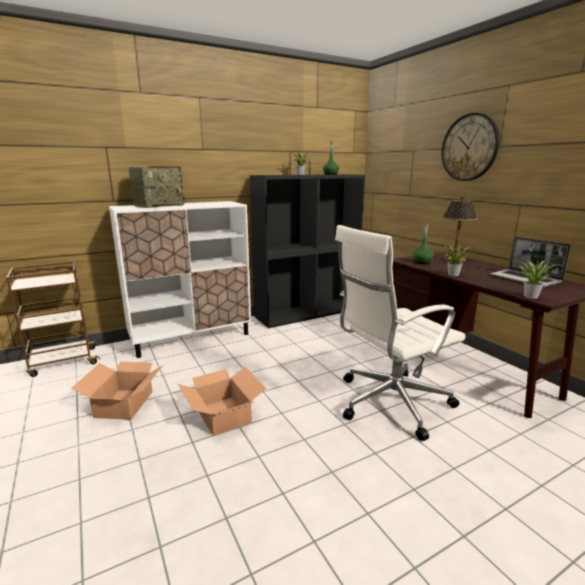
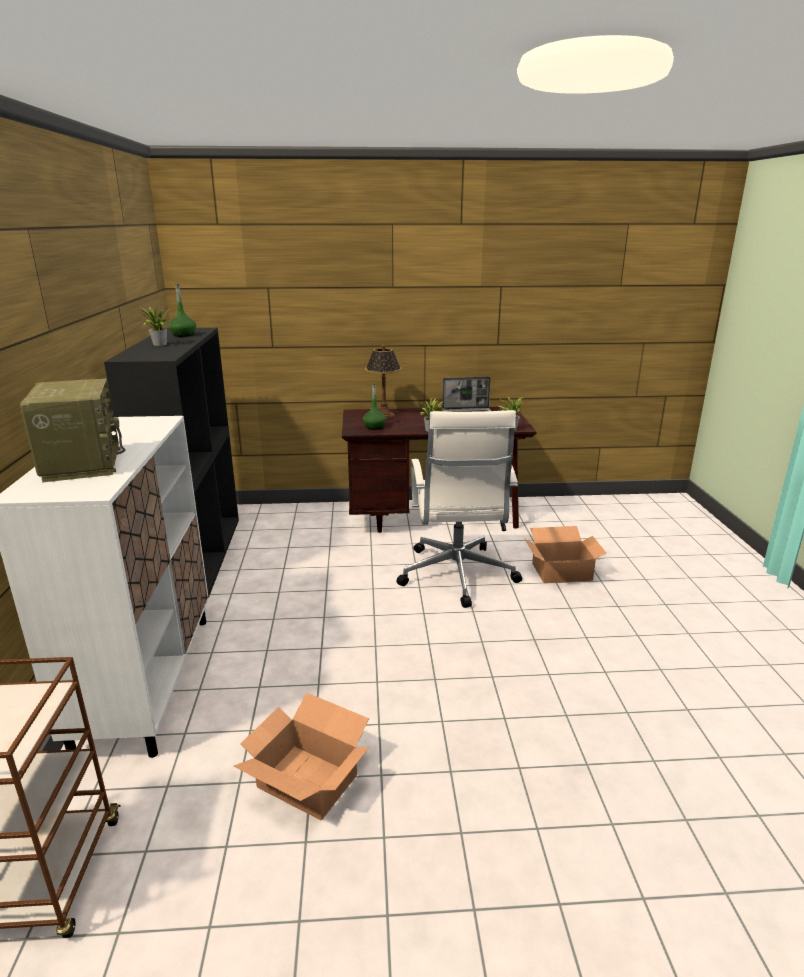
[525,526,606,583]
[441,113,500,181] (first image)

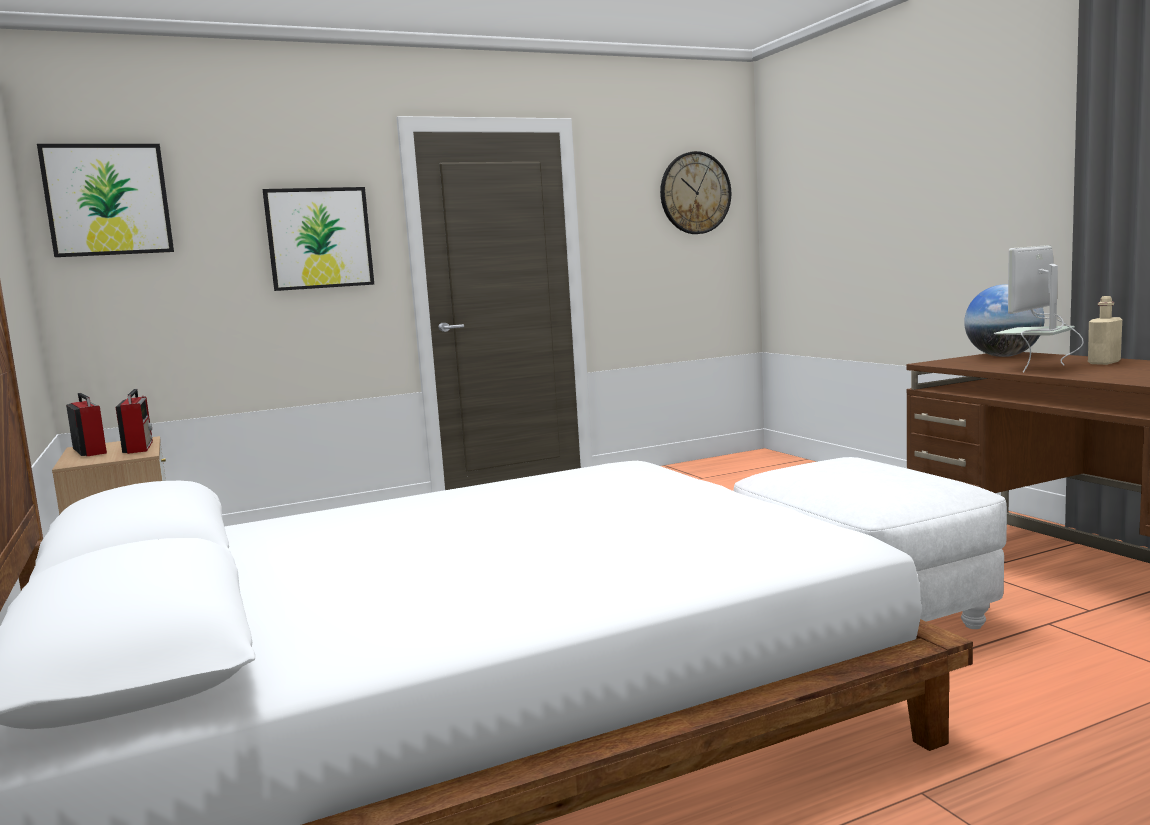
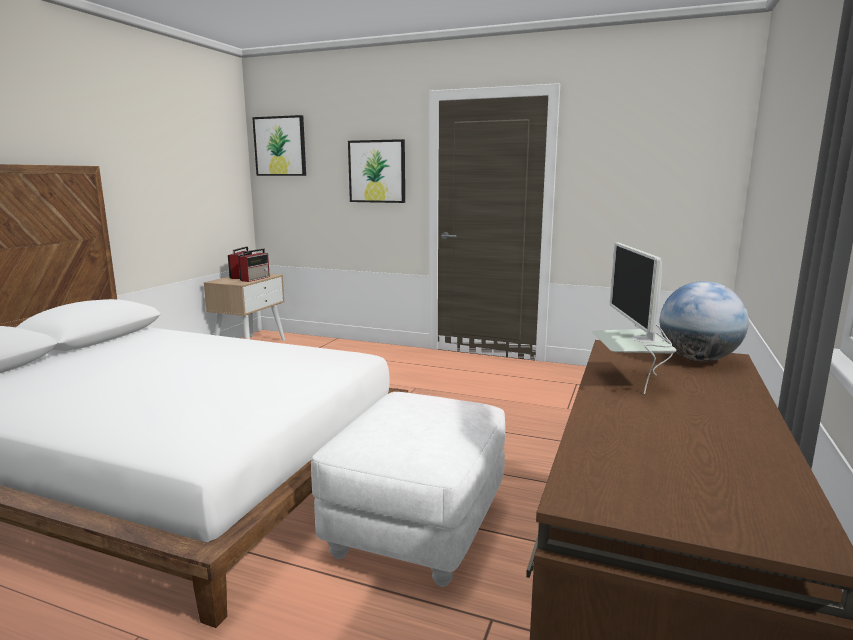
[592,243,677,394]
[660,151,731,234] (first image)
[1088,296,1122,365] (first image)

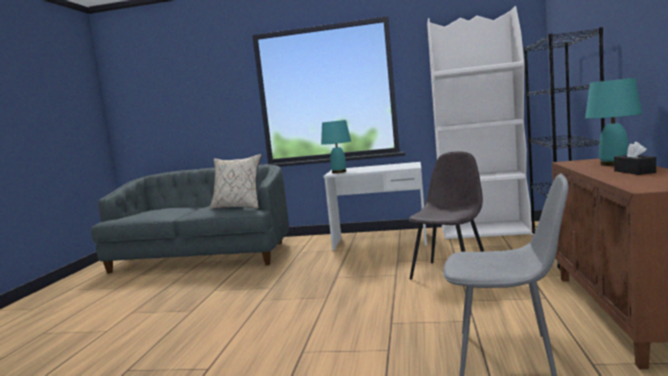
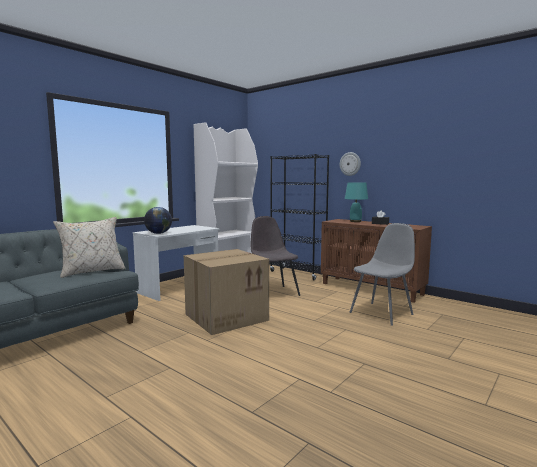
[144,207,172,234]
[184,249,269,335]
[340,152,361,176]

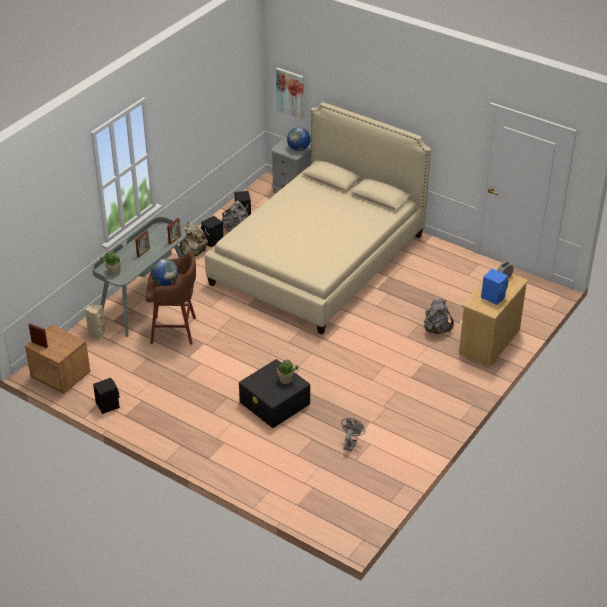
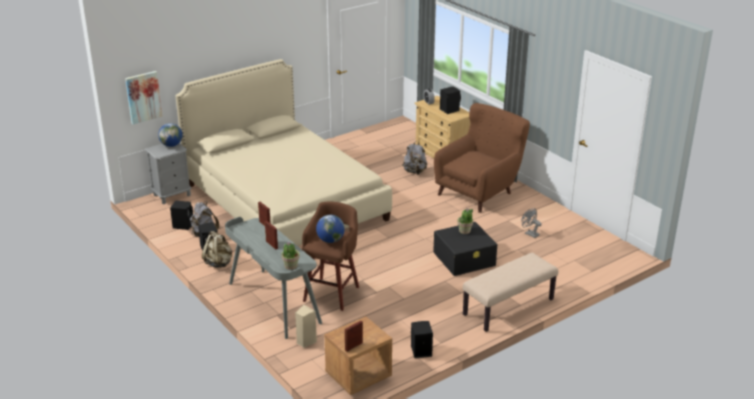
[434,103,530,213]
[440,86,461,114]
[462,253,558,332]

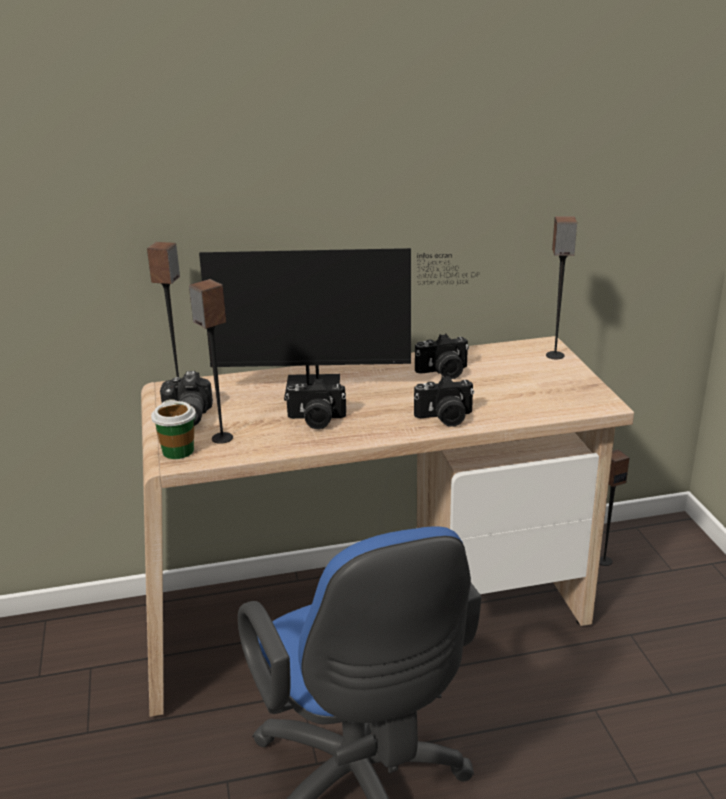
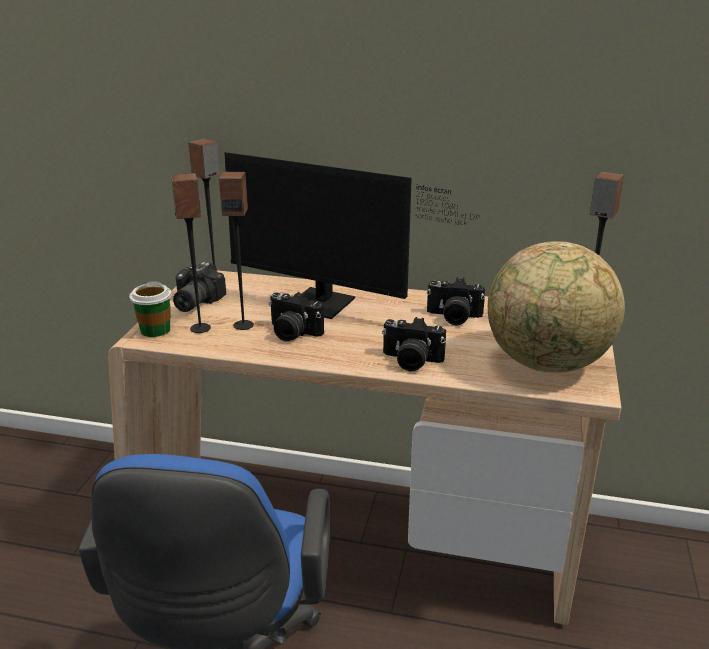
[219,172,254,330]
[488,241,625,373]

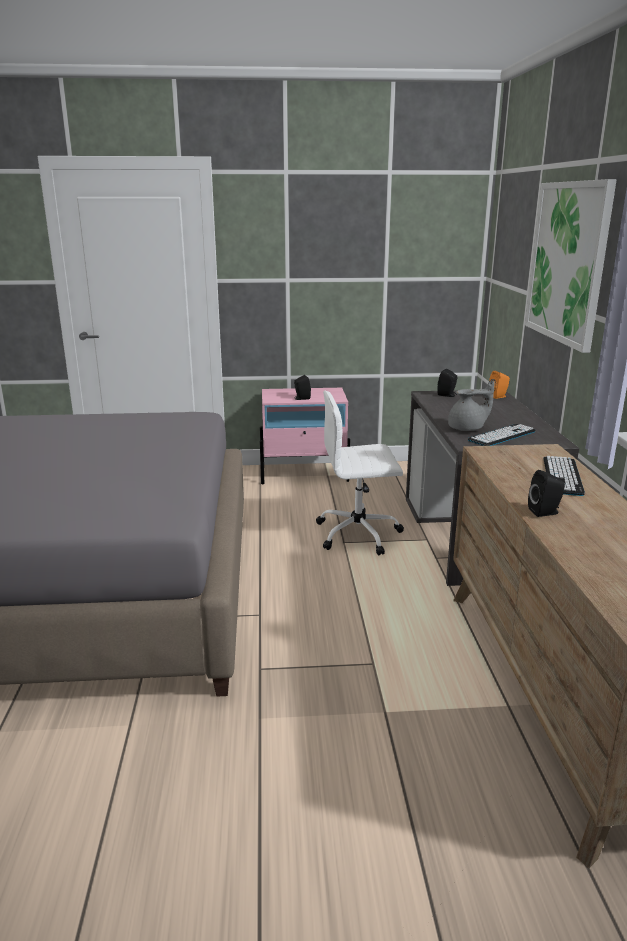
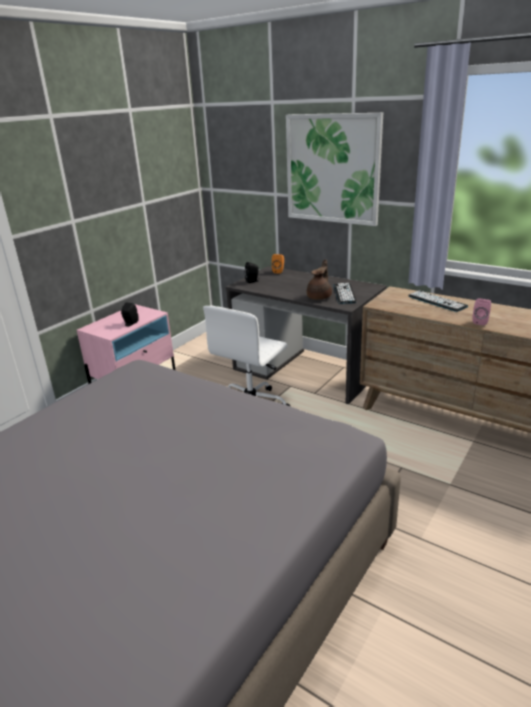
[307,259,332,300]
[472,299,491,326]

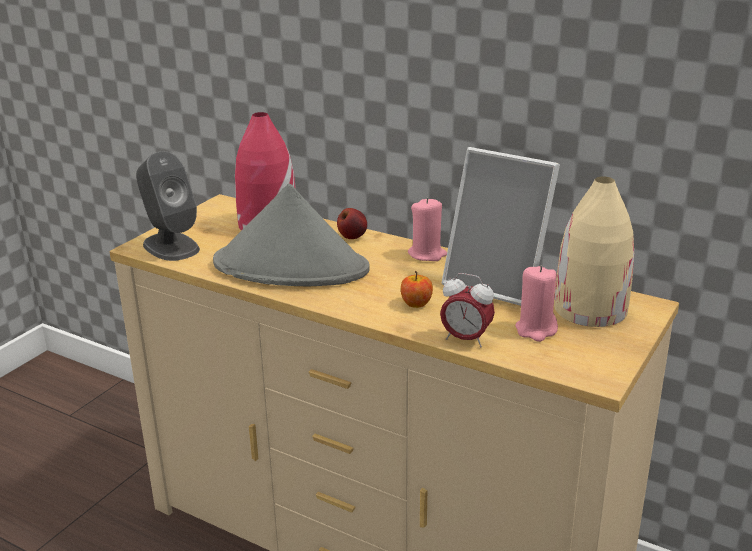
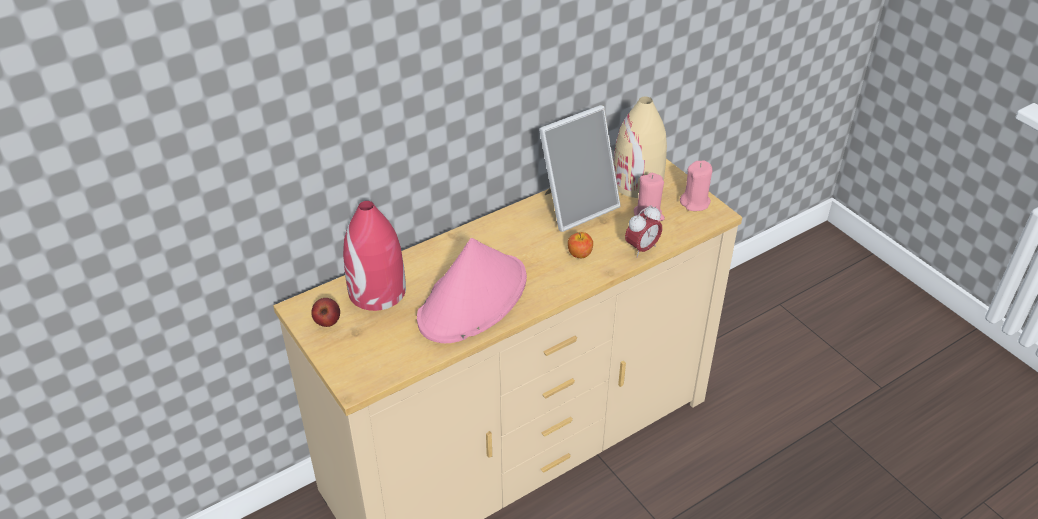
[311,298,340,327]
[417,238,527,343]
[680,160,712,211]
[136,151,200,261] (first image)

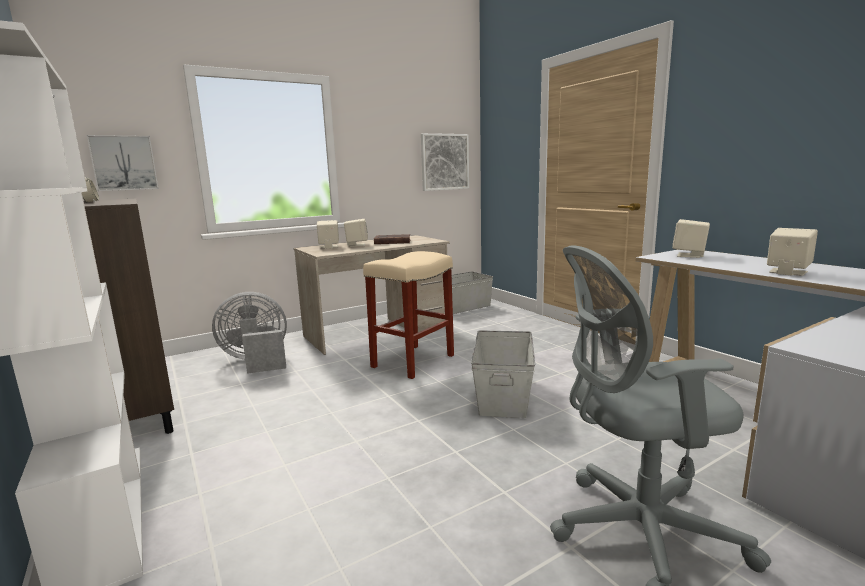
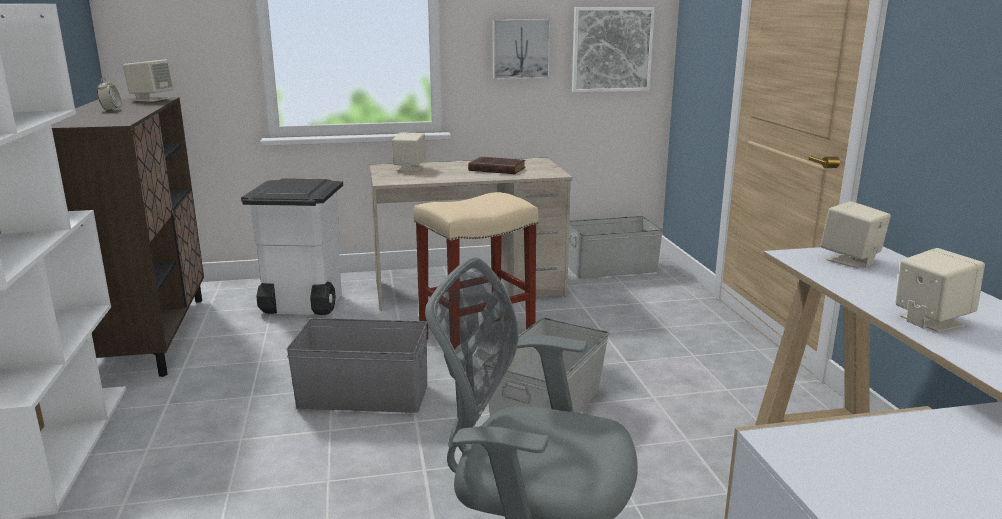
[123,60,173,102]
[241,178,343,315]
[286,318,427,413]
[492,19,551,80]

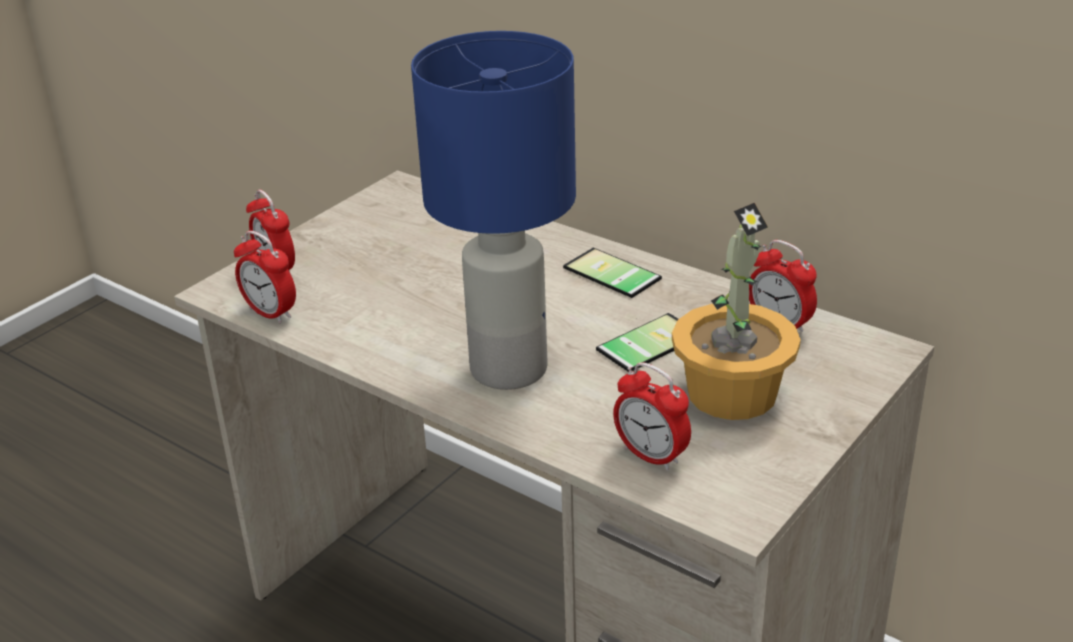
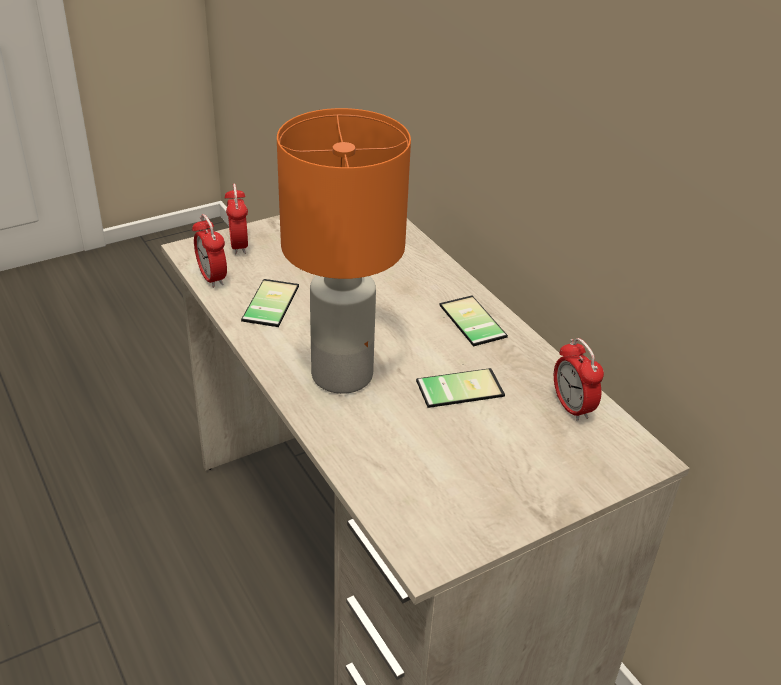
[241,279,299,327]
[277,108,411,394]
[613,362,691,471] (first image)
[672,203,801,420] (first image)

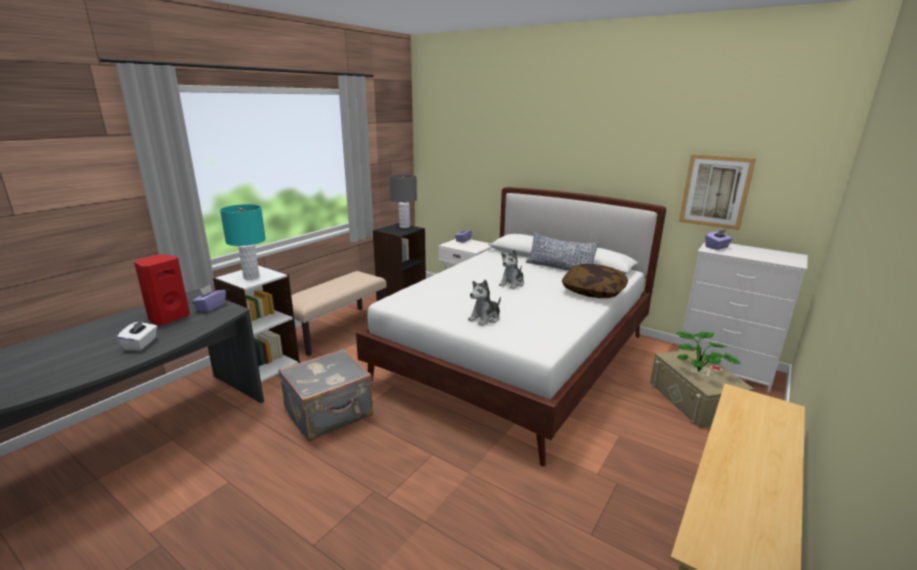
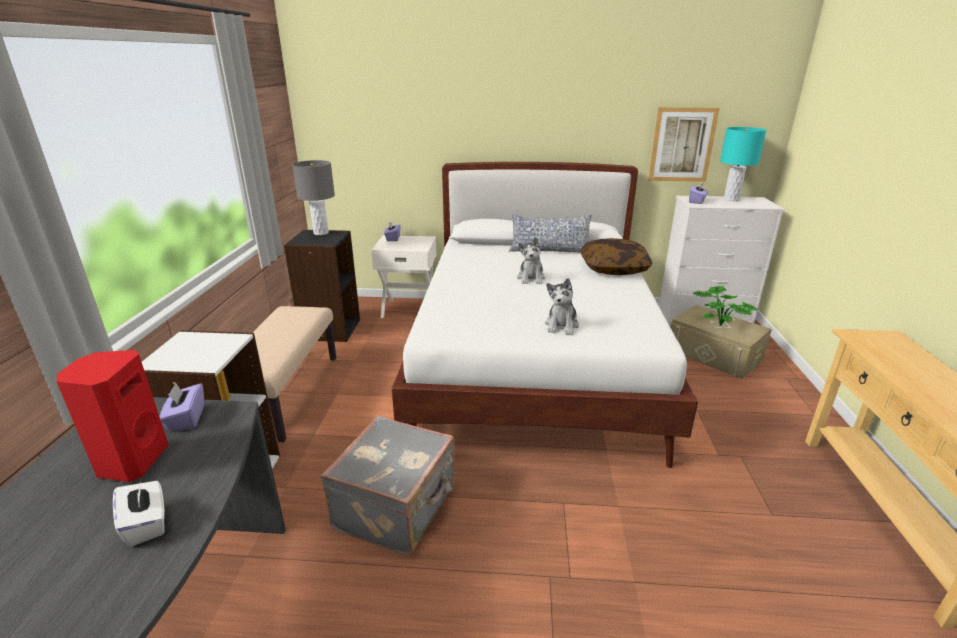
[720,127,766,201]

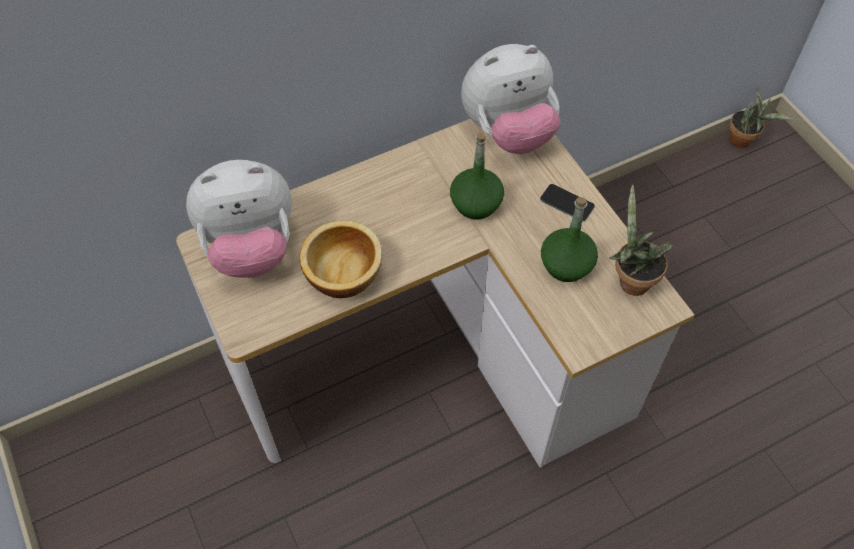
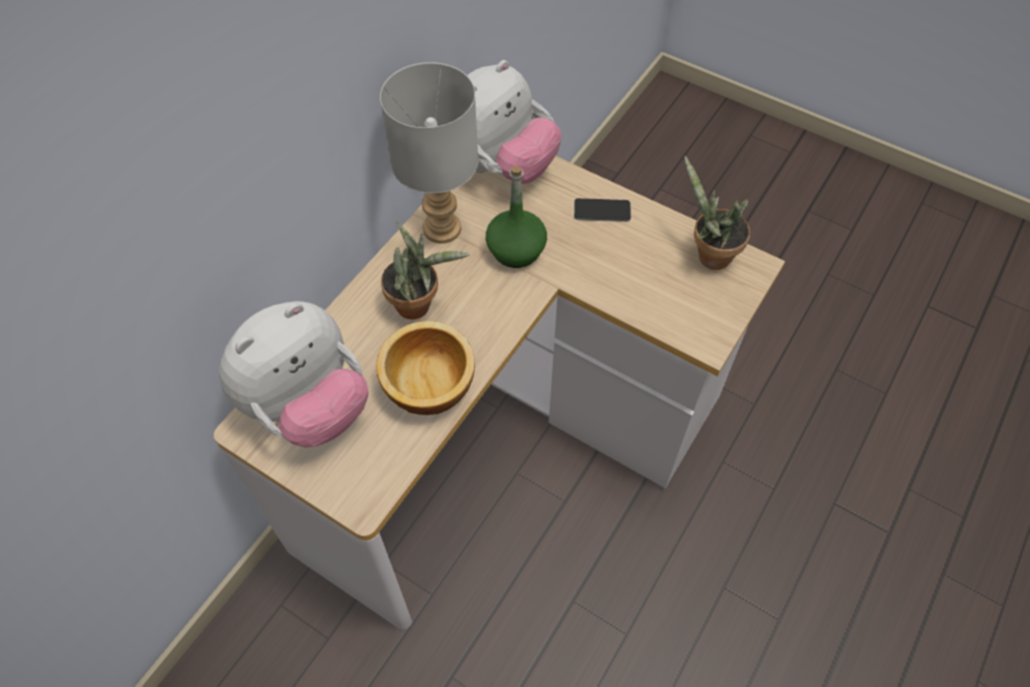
[380,62,478,244]
[381,222,470,319]
[541,197,598,282] (first image)

